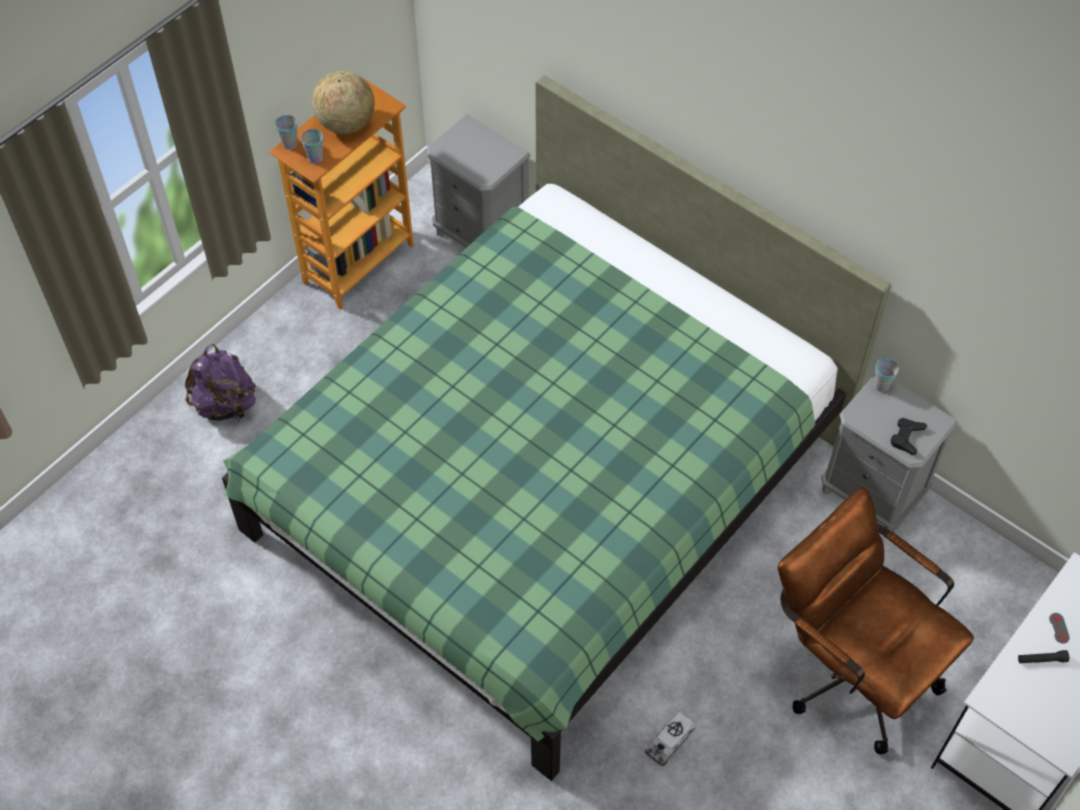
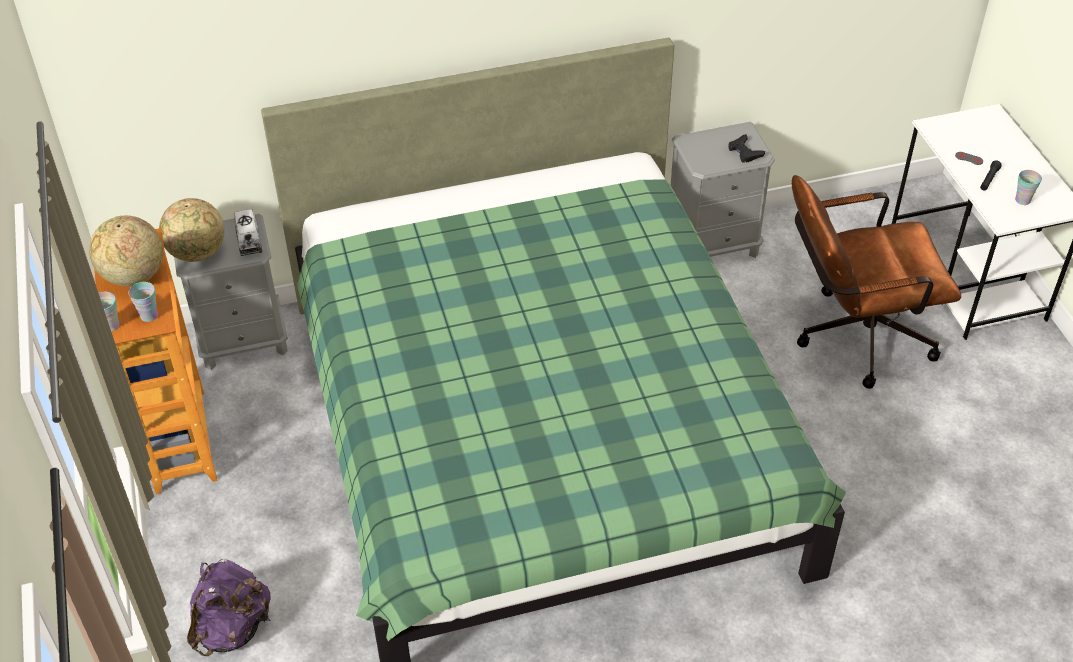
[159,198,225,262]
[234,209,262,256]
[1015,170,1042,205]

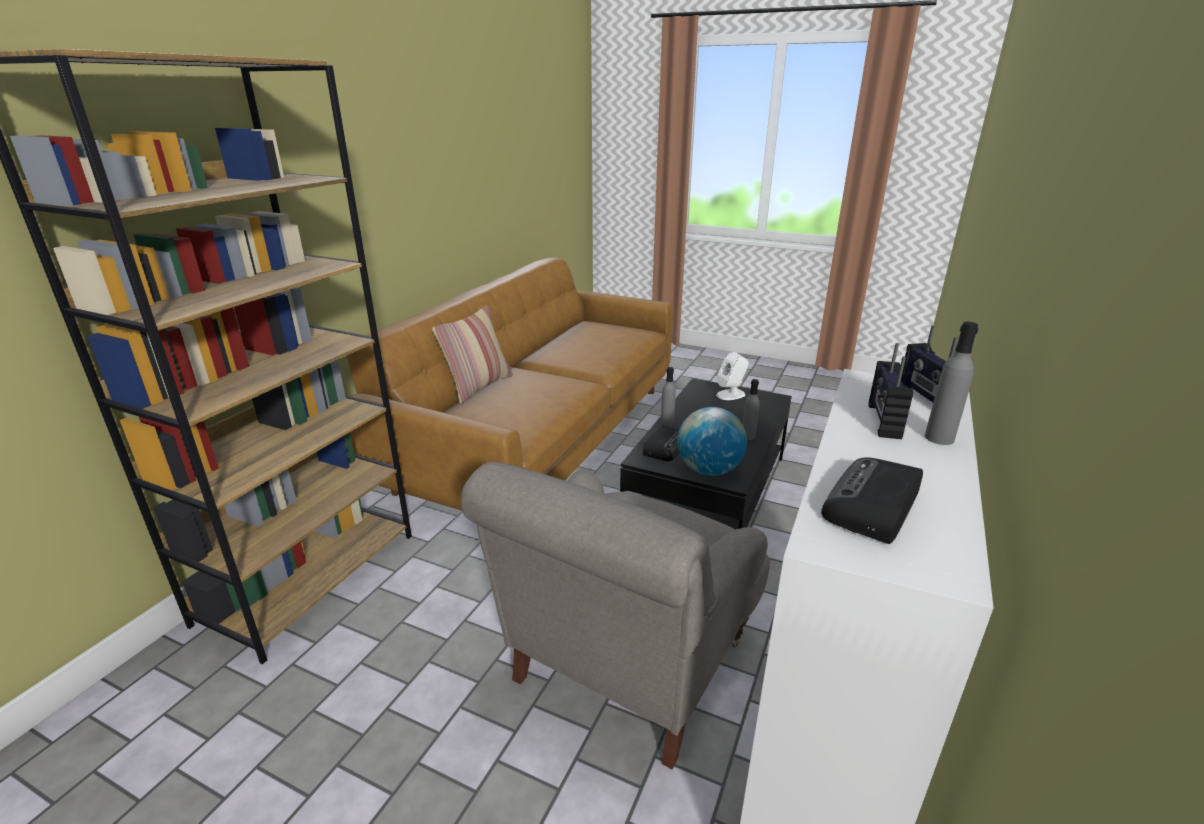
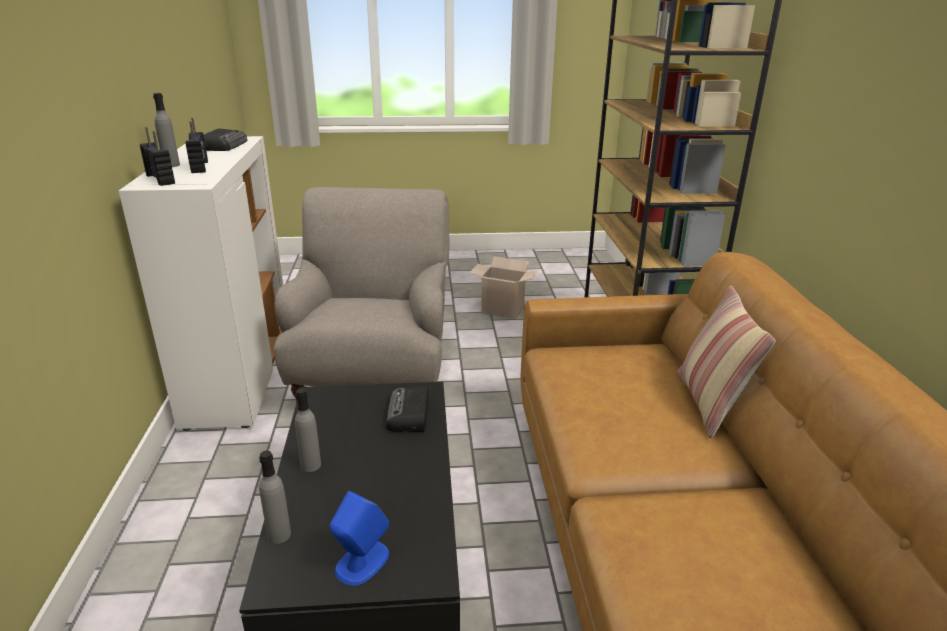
[259,451,291,544]
[330,491,389,586]
[469,257,538,319]
[678,407,747,476] (first image)

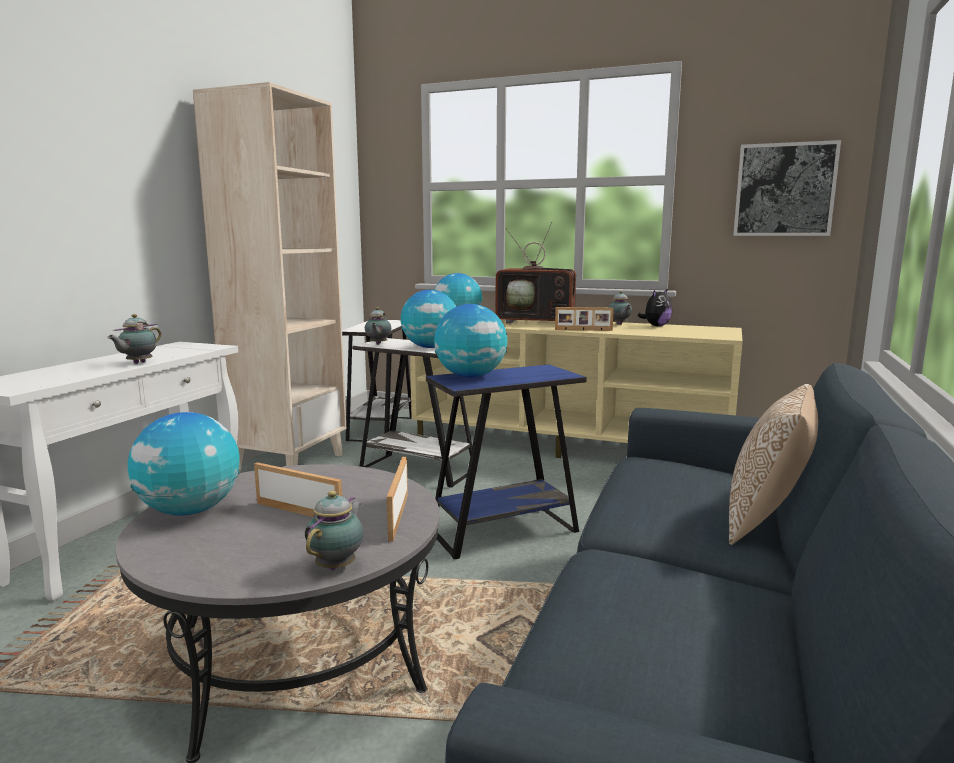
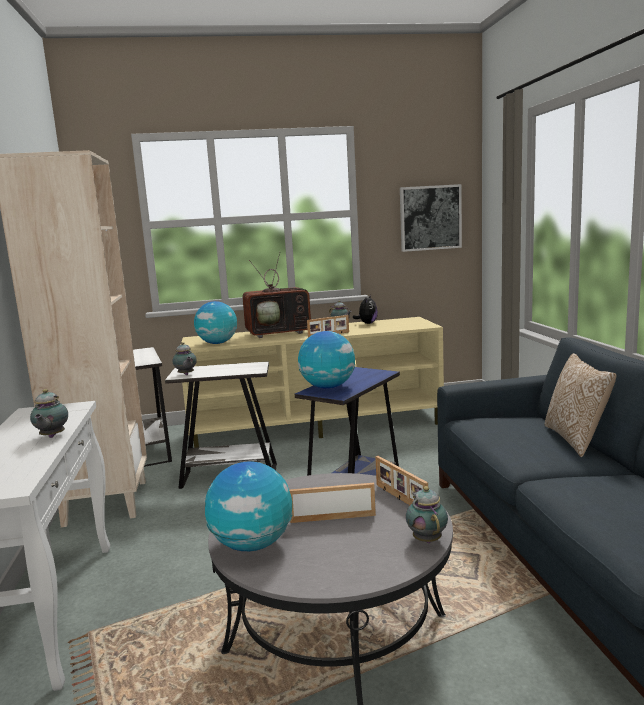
[401,290,456,348] (first image)

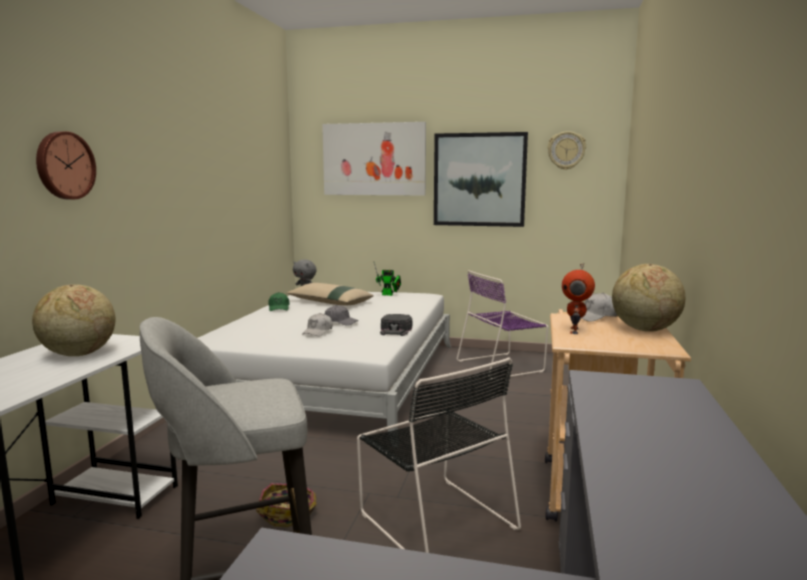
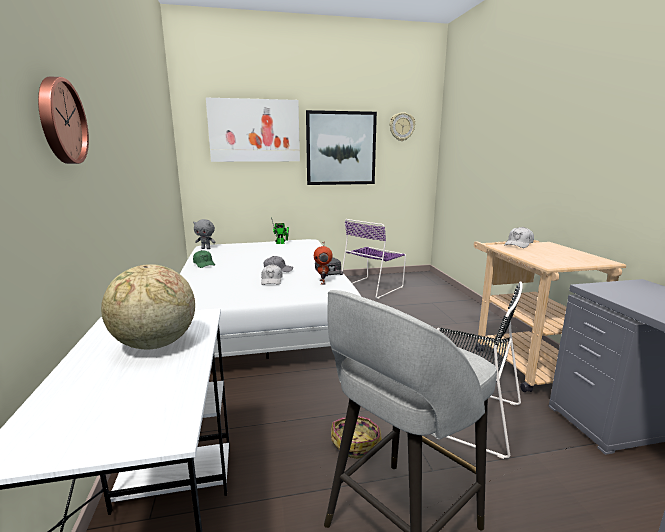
[314,241,333,285]
[287,283,374,305] (first image)
[612,264,685,332] (first image)

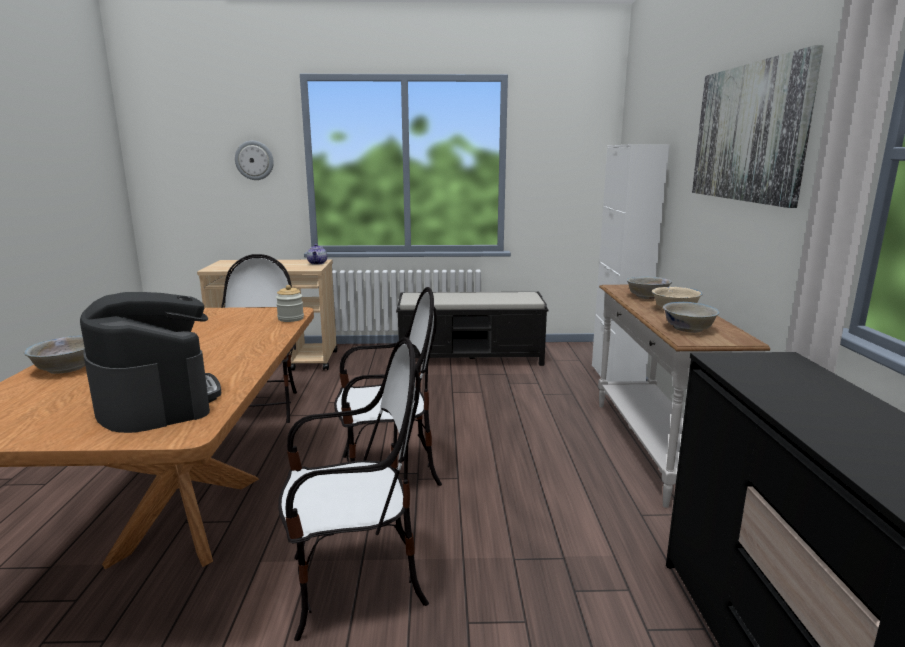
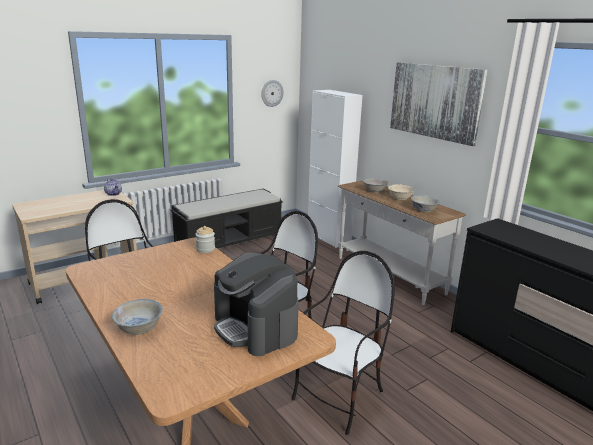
[214,253,298,356]
[261,80,284,107]

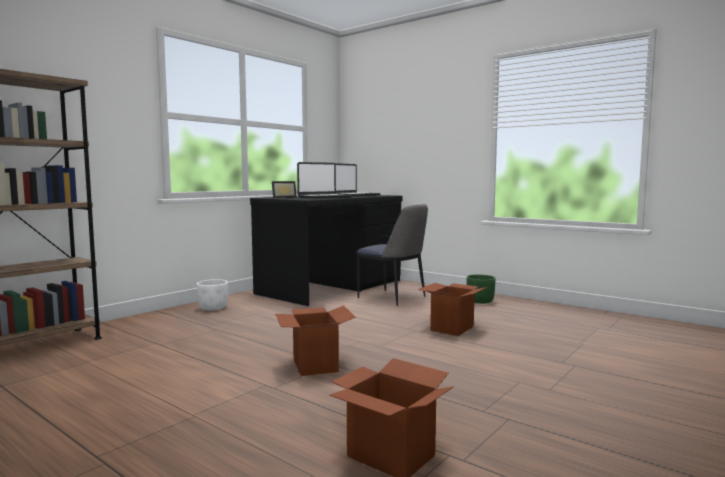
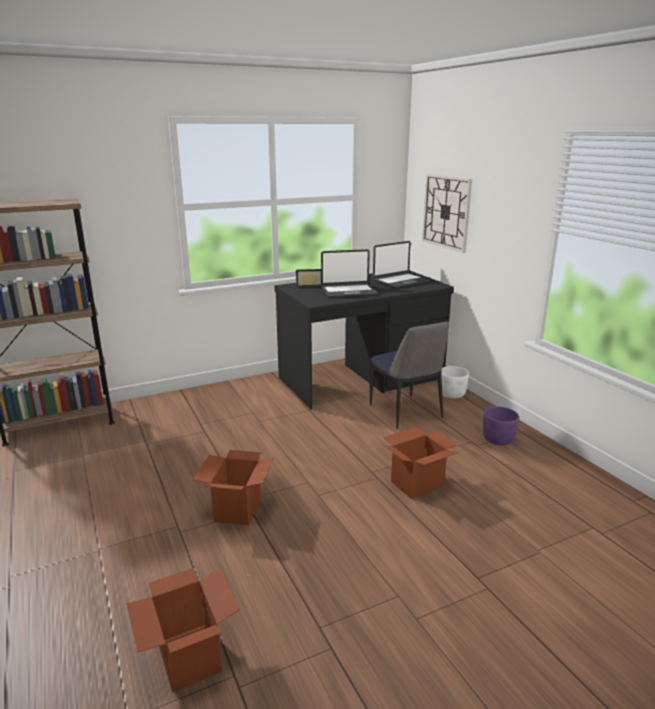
[422,174,472,253]
[441,366,469,399]
[483,406,519,445]

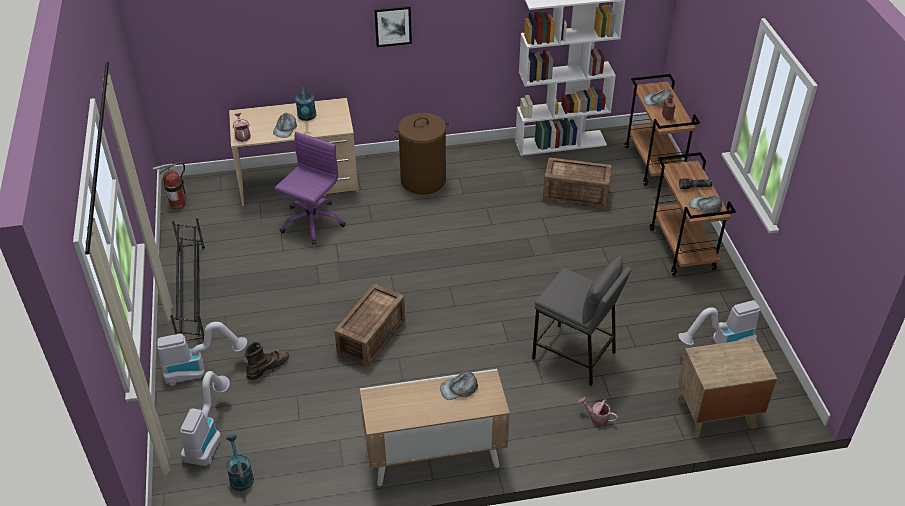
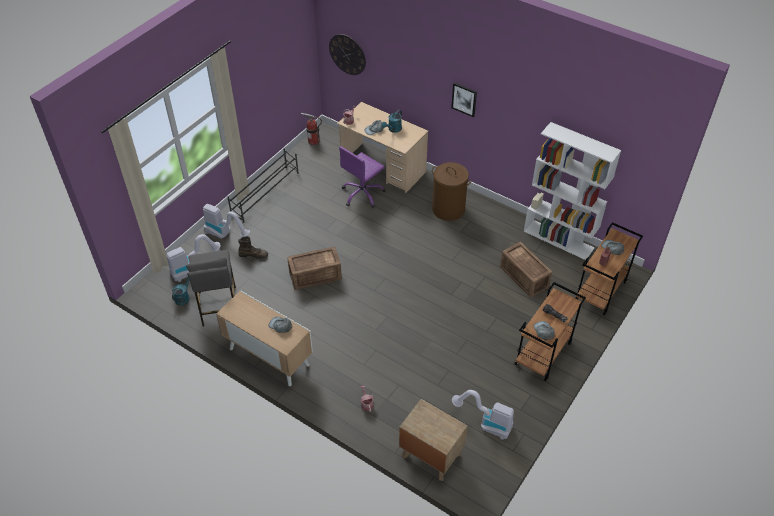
[186,250,236,326]
[329,34,366,75]
[339,146,386,208]

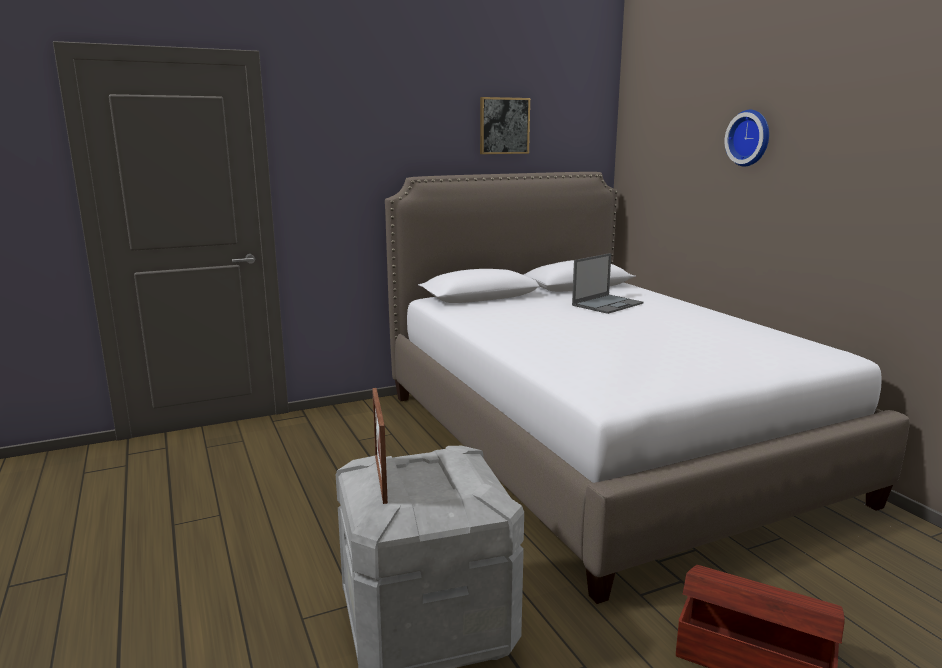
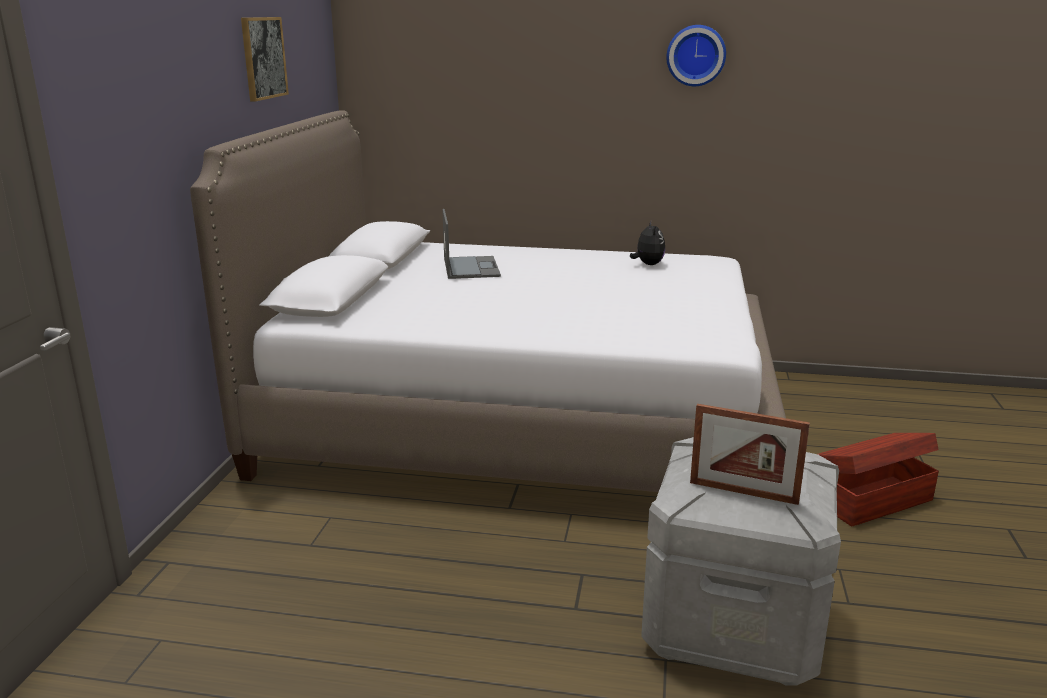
[630,221,665,265]
[666,25,726,86]

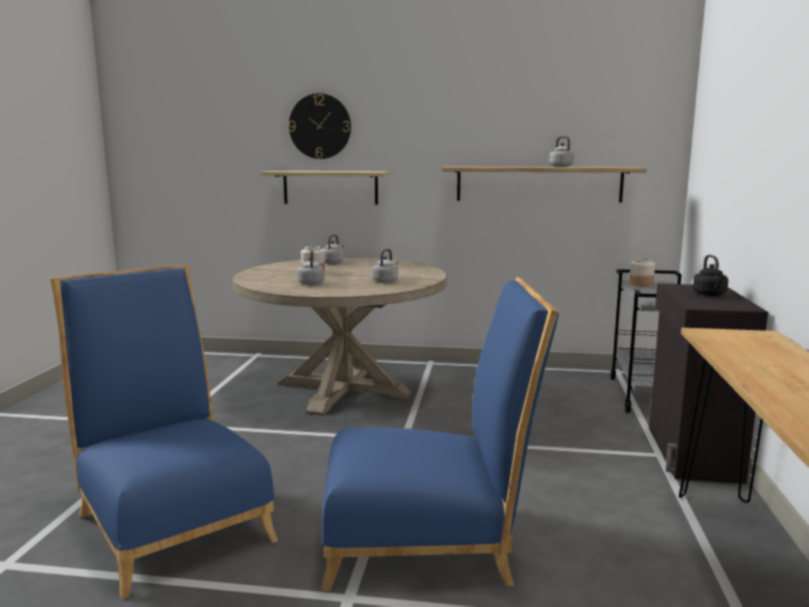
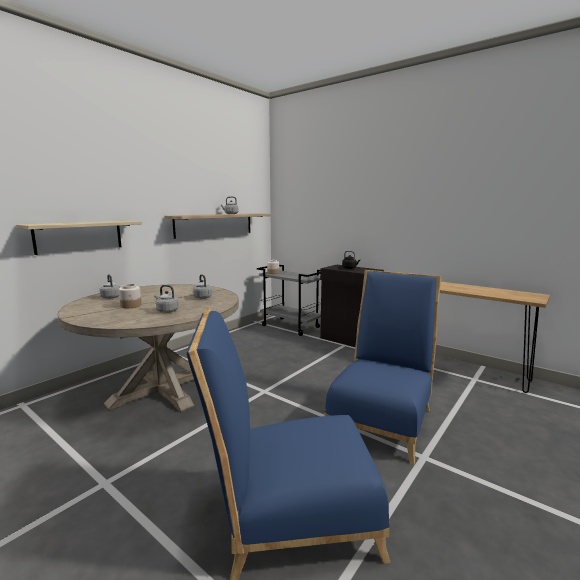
[289,93,351,159] (first image)

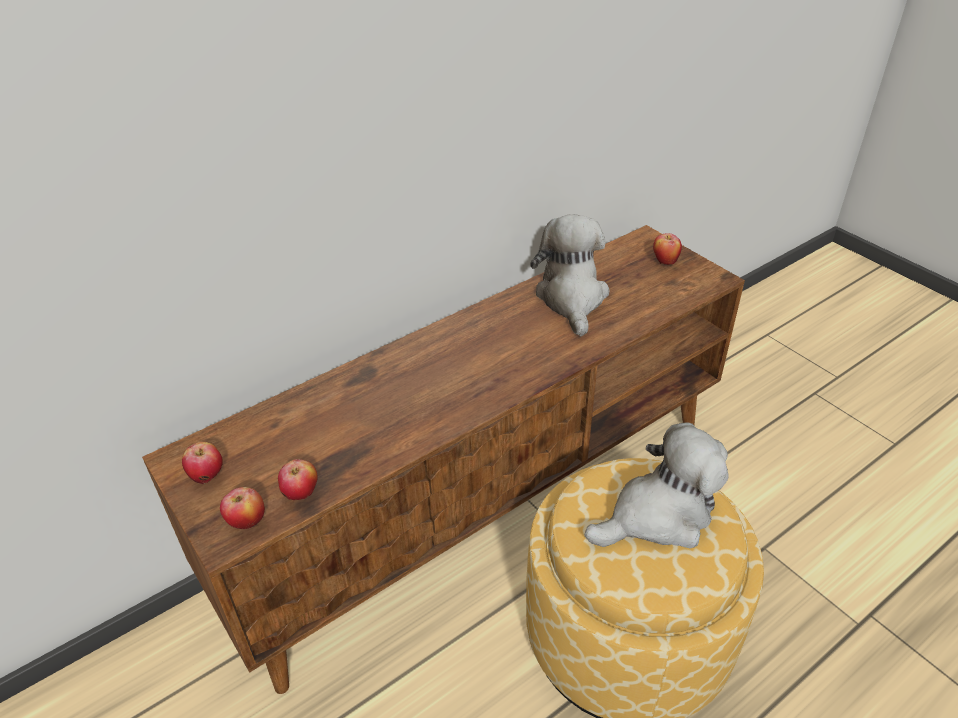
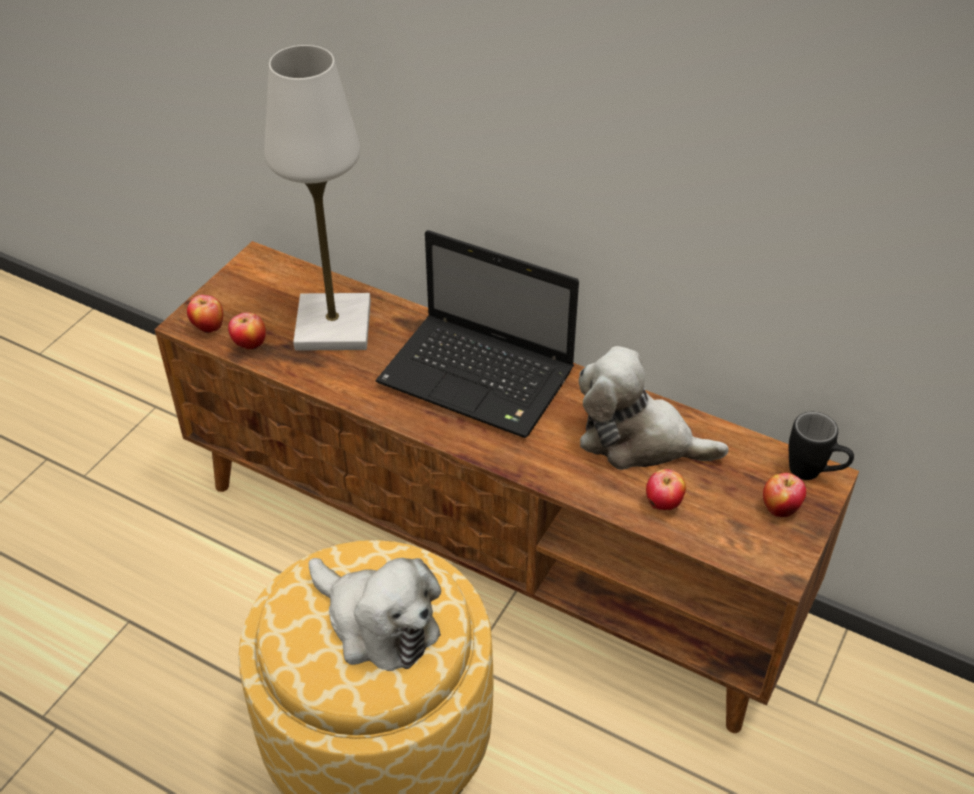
[264,45,371,351]
[376,230,579,438]
[579,346,729,470]
[646,469,686,510]
[789,412,854,480]

